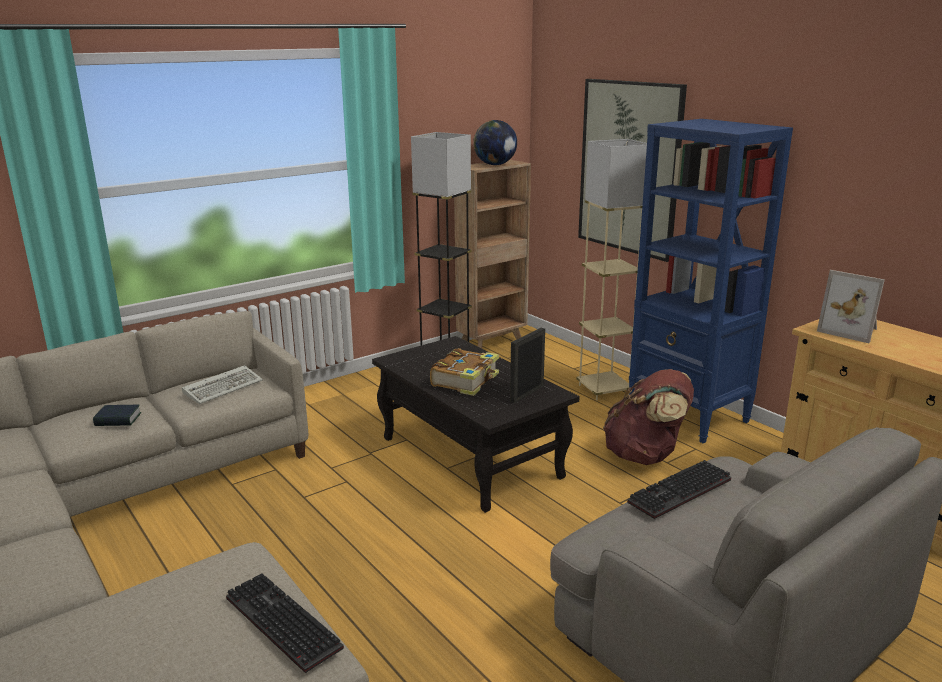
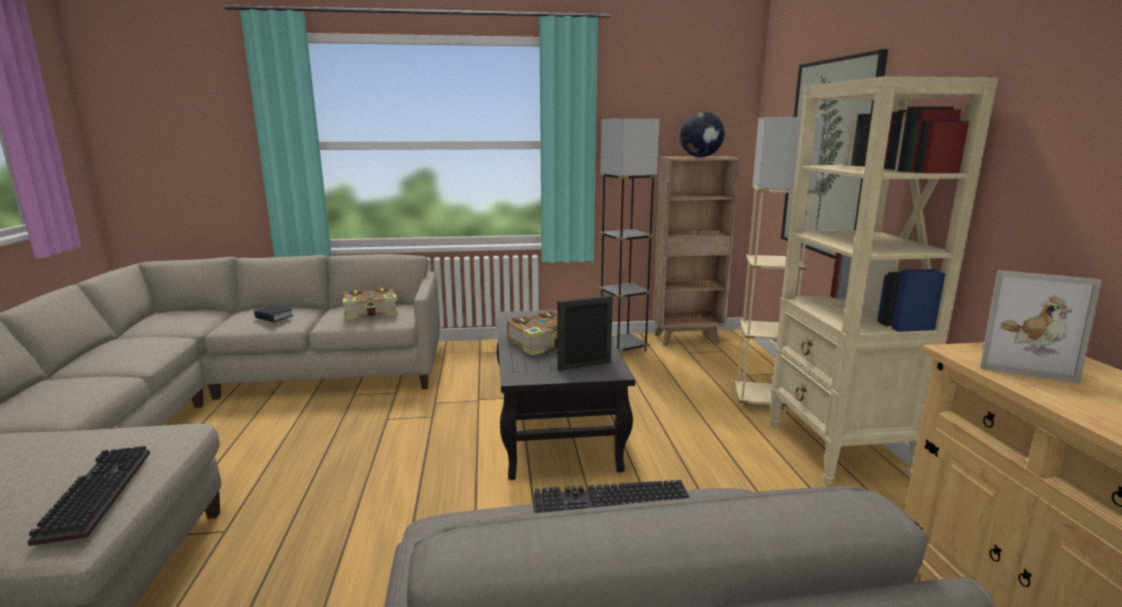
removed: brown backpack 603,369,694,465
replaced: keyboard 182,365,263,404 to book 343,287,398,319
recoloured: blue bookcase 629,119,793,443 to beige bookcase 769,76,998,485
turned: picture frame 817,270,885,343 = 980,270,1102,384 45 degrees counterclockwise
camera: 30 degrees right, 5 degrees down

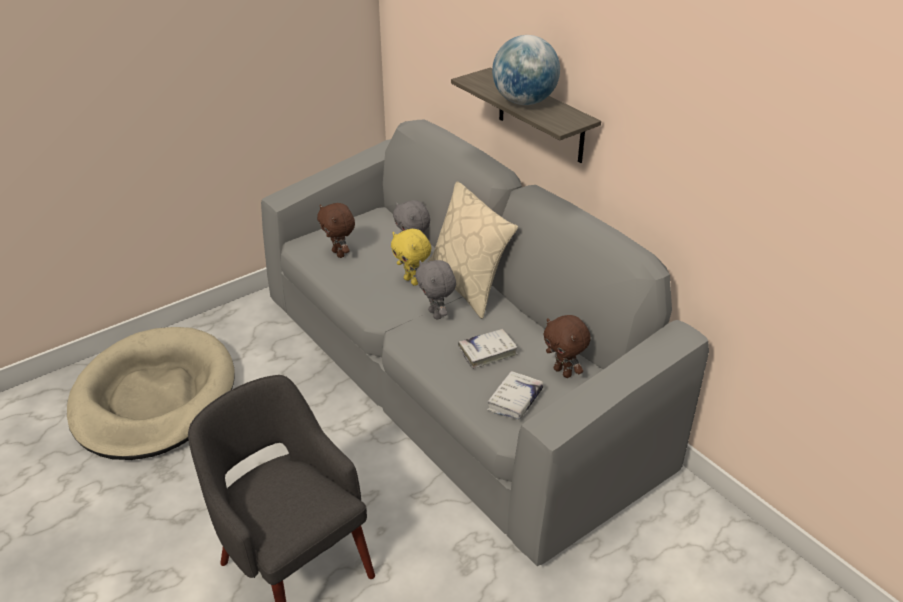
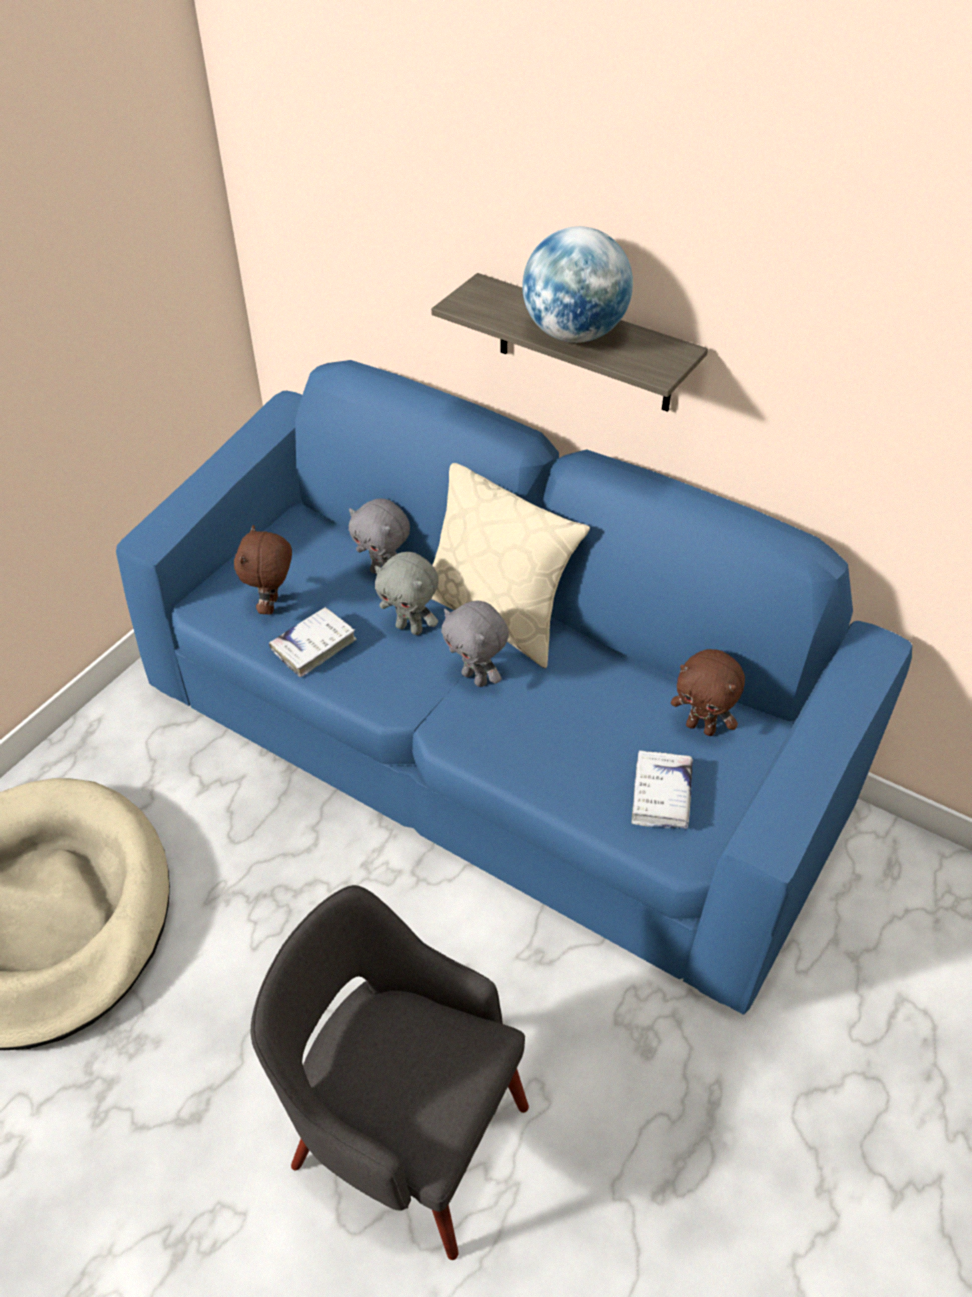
moved: white book 458,329,518,369 to 269,606,357,677
recoloured: grey sofa 261,119,709,566 to blue sofa 116,360,912,1015; yellow plush toy 391,229,431,286 to grey plush toy 375,552,438,635
turned: brown plush toy 317,203,355,258 = 234,525,292,615 60 degrees clockwise
camera: 20 degrees left, 10 degrees up

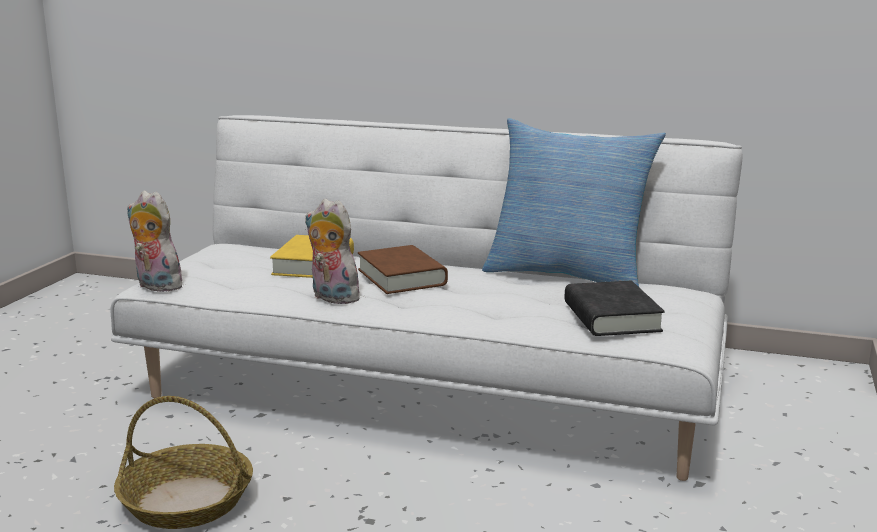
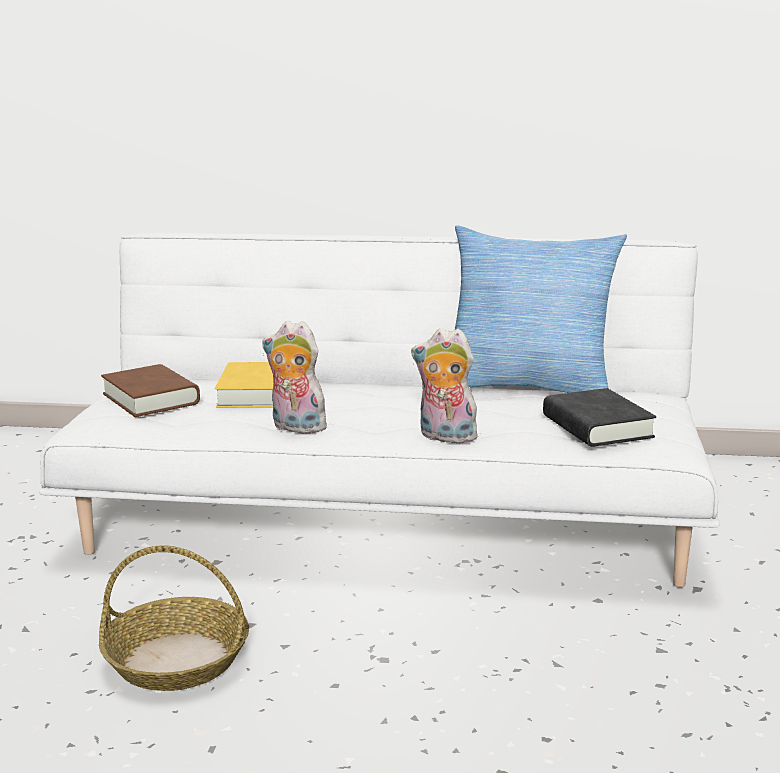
moved: plush toy 127,191,185,292 to 411,328,480,443; brown book 358,245,448,294 to 101,364,200,417
camera: 10 degrees left, 0 degrees up

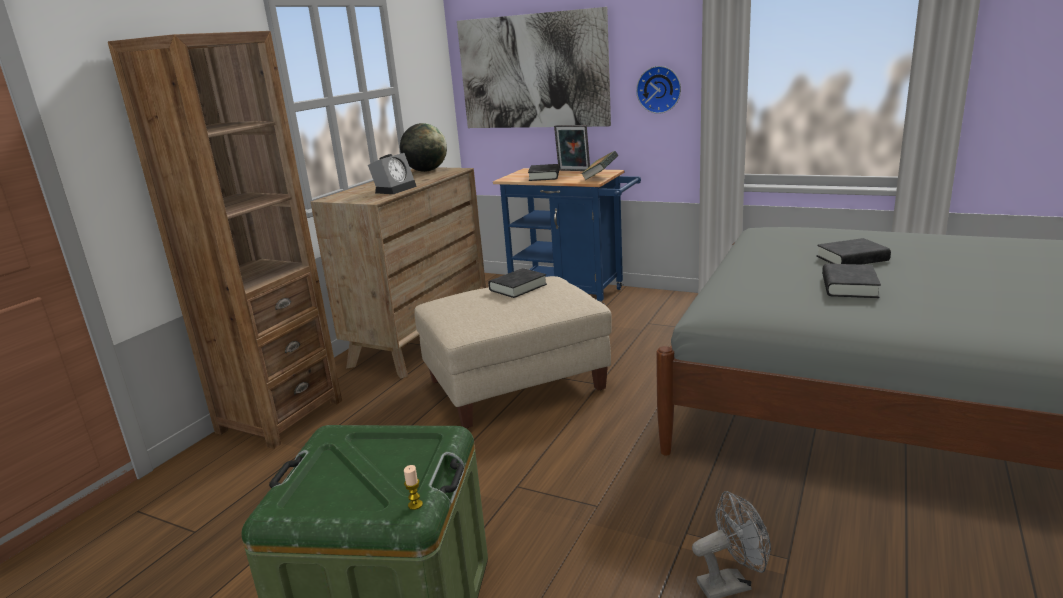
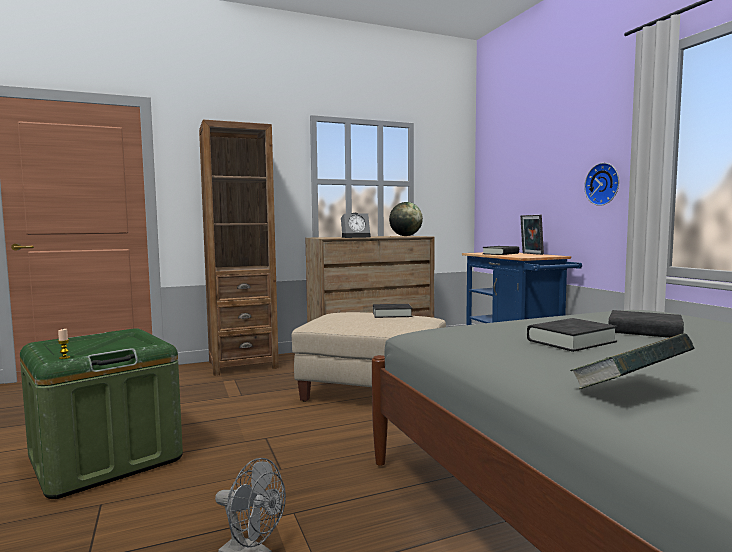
removed: picture 457,7,611,128
moved: book 581,151,618,180 to 570,333,695,389
camera: 40 degrees right, 15 degrees down

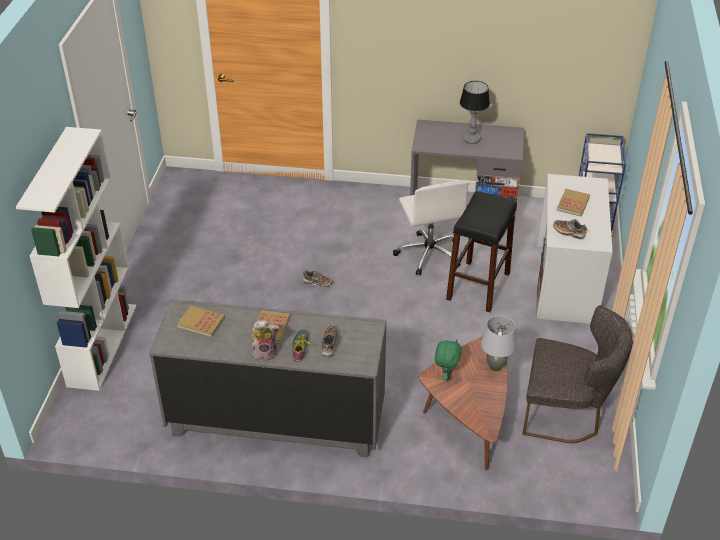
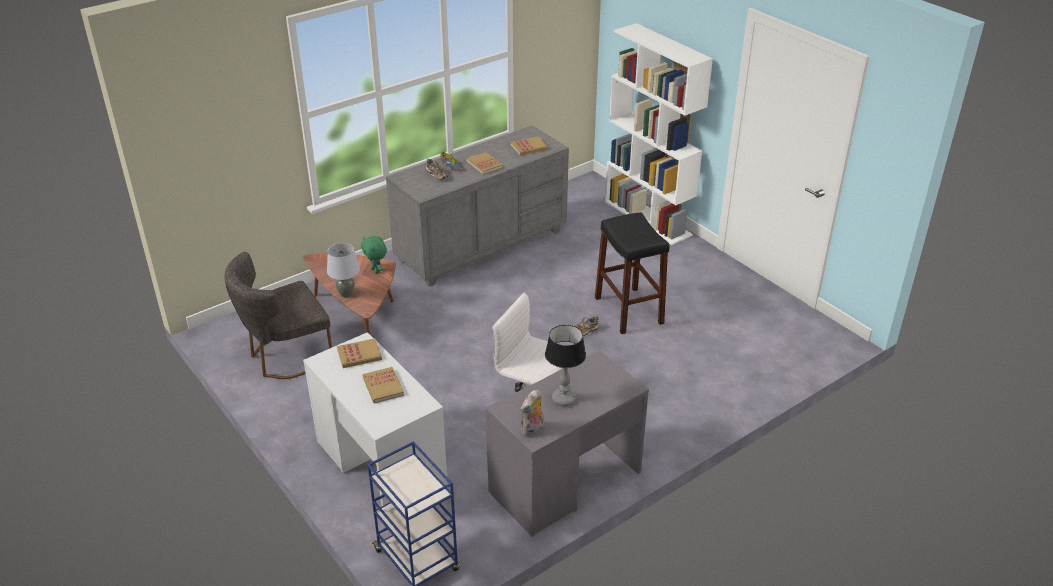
moved: plush toy 252,320,280,361 to 521,389,544,437; black stool 446,191,517,312 to 595,212,669,334
replaced: shoe 554,219,587,239 to book 337,338,382,368
camera: 135 degrees right, 5 degrees down

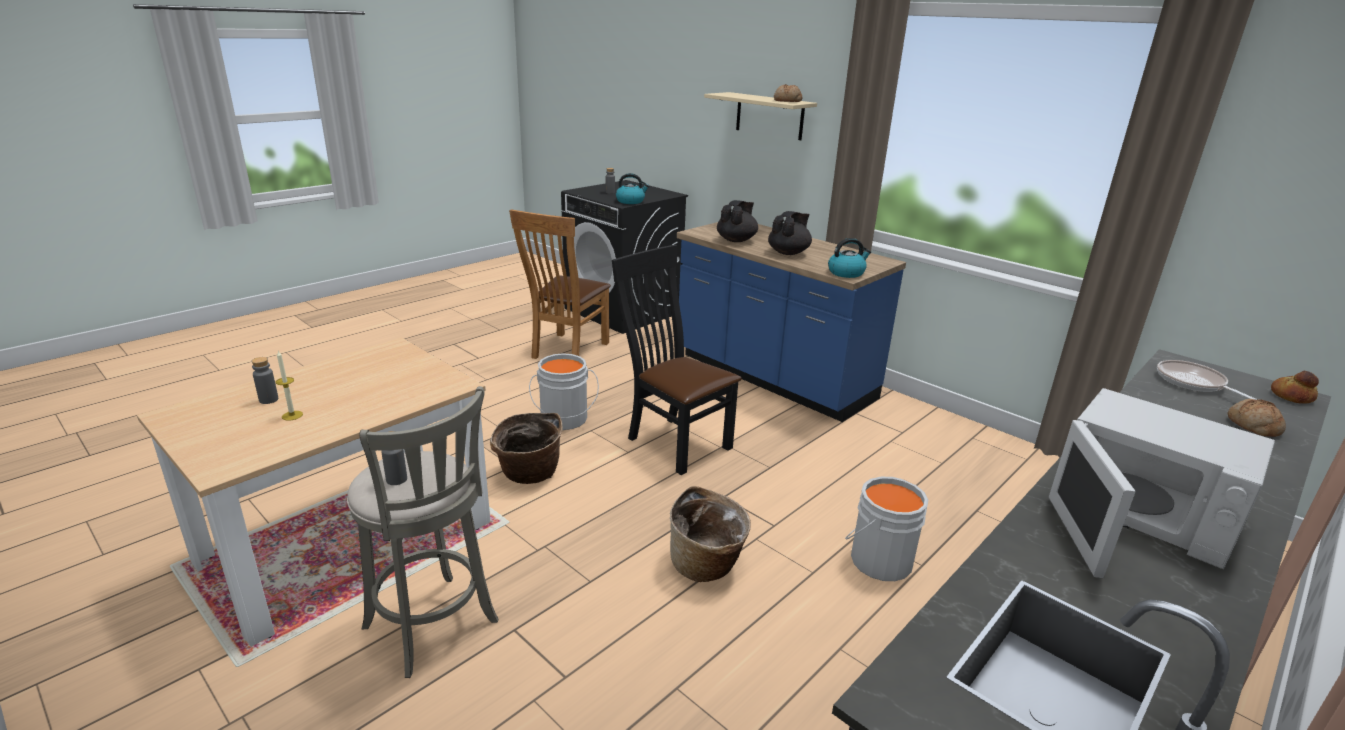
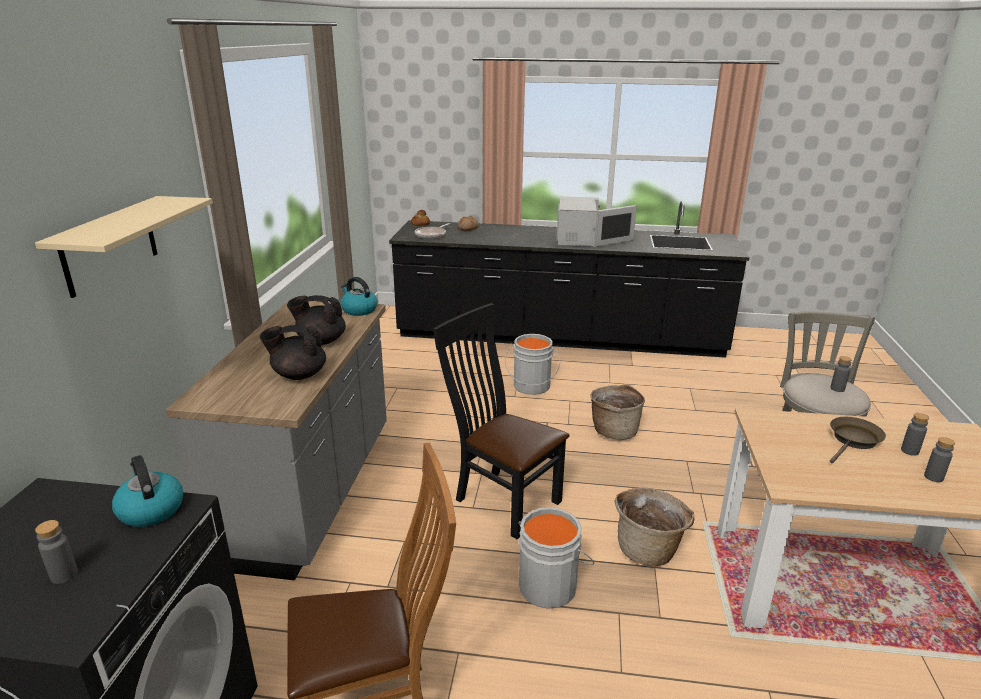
removed: bread 774,84,802,102
added: brown frying pan 830,417,886,463
replaced: candle 276,351,303,421 to grey bottle 901,413,929,456
recoloured: blue counter 677,222,906,422 to grey counter 166,299,387,580
turned: black chair 612,245,742,475 = 433,303,570,539 120 degrees clockwise
camera: 125 degrees left, 0 degrees up

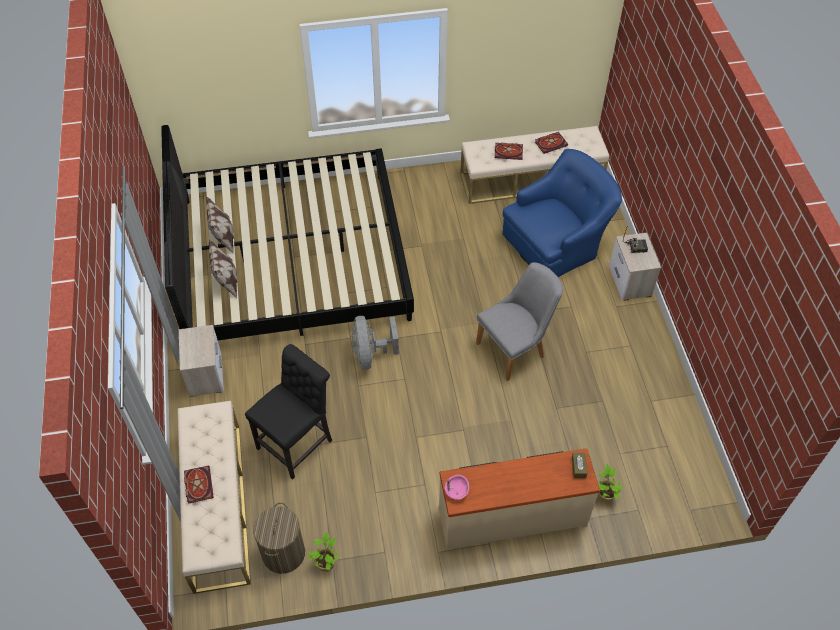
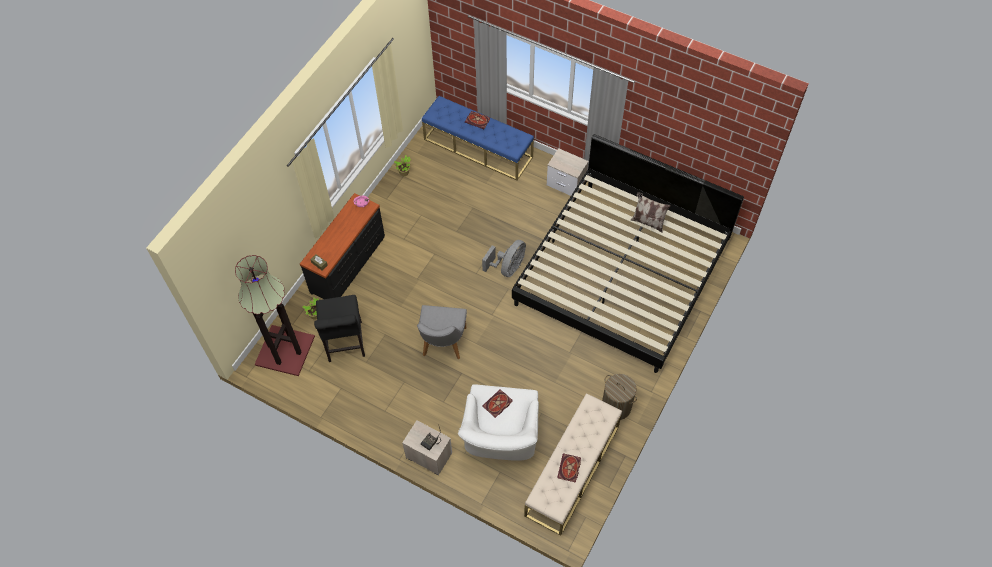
removed: pillow 209,240,237,298
added: floor lamp 235,255,315,376
moved: black chair 245,344,332,480 to 314,295,365,362; laundry basket 253,502,305,574 to 602,374,637,420; book 495,143,523,160 to 483,389,513,418
recoloured: beige bench 178,401,251,594 to blue bench 422,96,534,180; beige dresser 439,448,600,550 to black dresser 300,193,385,299; blue armchair 502,149,622,277 to white armchair 458,384,539,461
turned: grey fan 351,316,399,370 = 482,240,526,277 90 degrees clockwise
camera: 130 degrees right, 5 degrees up

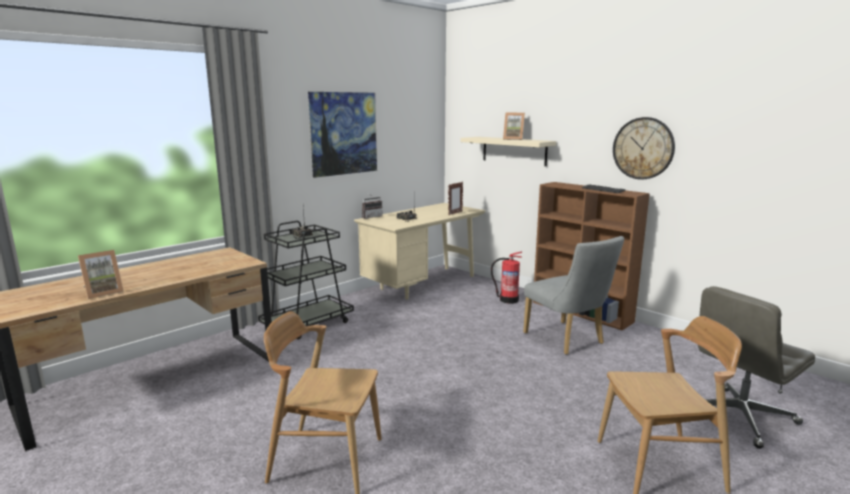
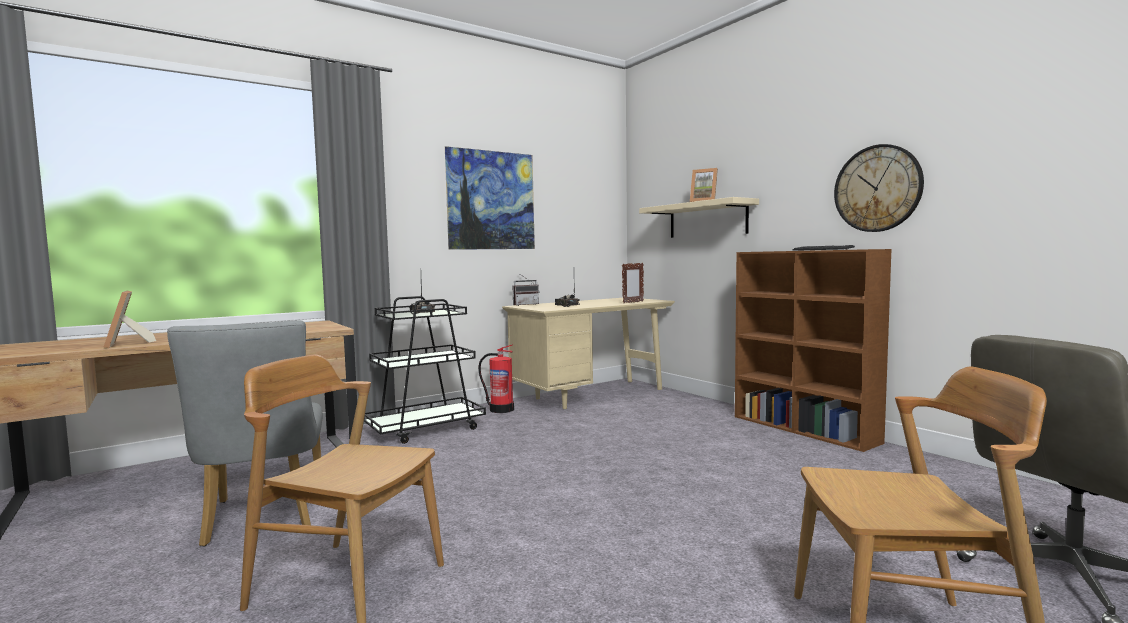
moved: fire extinguisher 491,251,522,304 to 478,344,514,413; grey chair 523,236,624,355 to 167,320,322,547
turned: picture frame 78,250,124,299 = 104,291,156,348 90 degrees clockwise
camera: 10 degrees right, 10 degrees down

